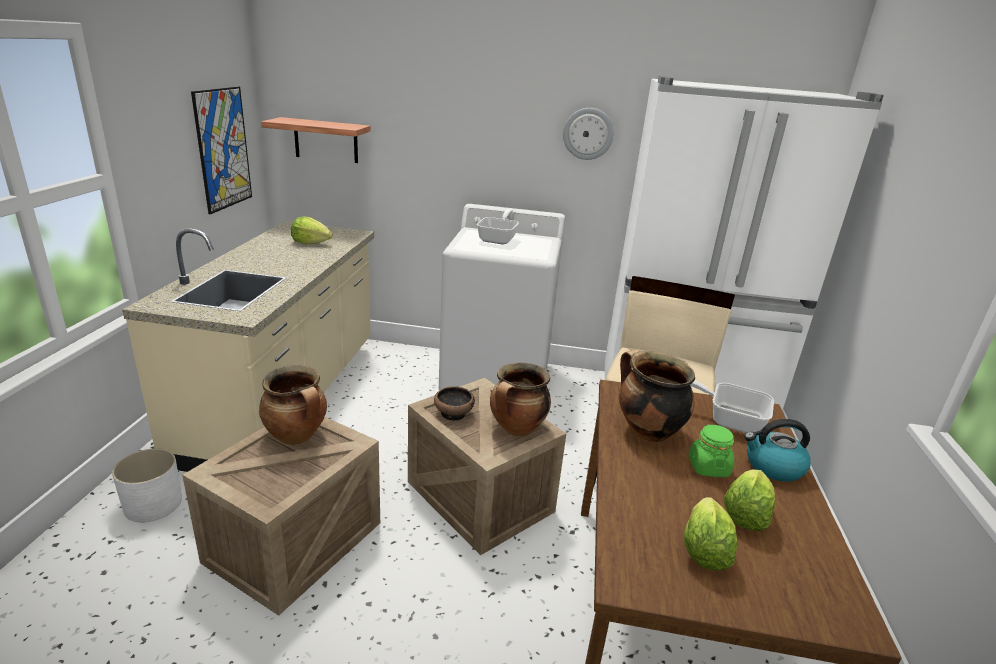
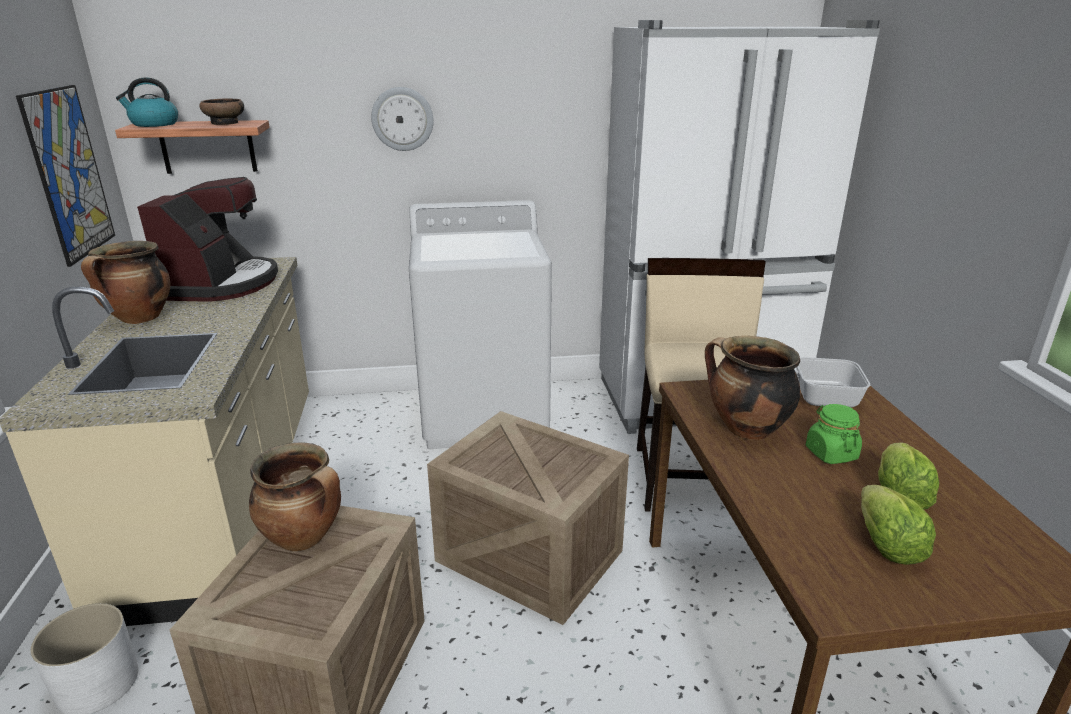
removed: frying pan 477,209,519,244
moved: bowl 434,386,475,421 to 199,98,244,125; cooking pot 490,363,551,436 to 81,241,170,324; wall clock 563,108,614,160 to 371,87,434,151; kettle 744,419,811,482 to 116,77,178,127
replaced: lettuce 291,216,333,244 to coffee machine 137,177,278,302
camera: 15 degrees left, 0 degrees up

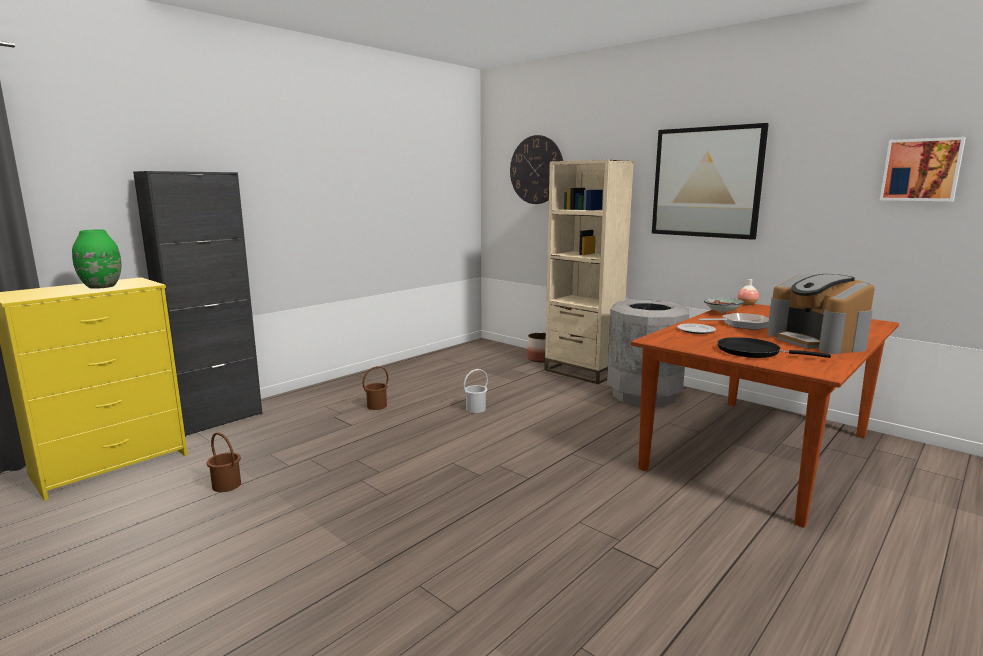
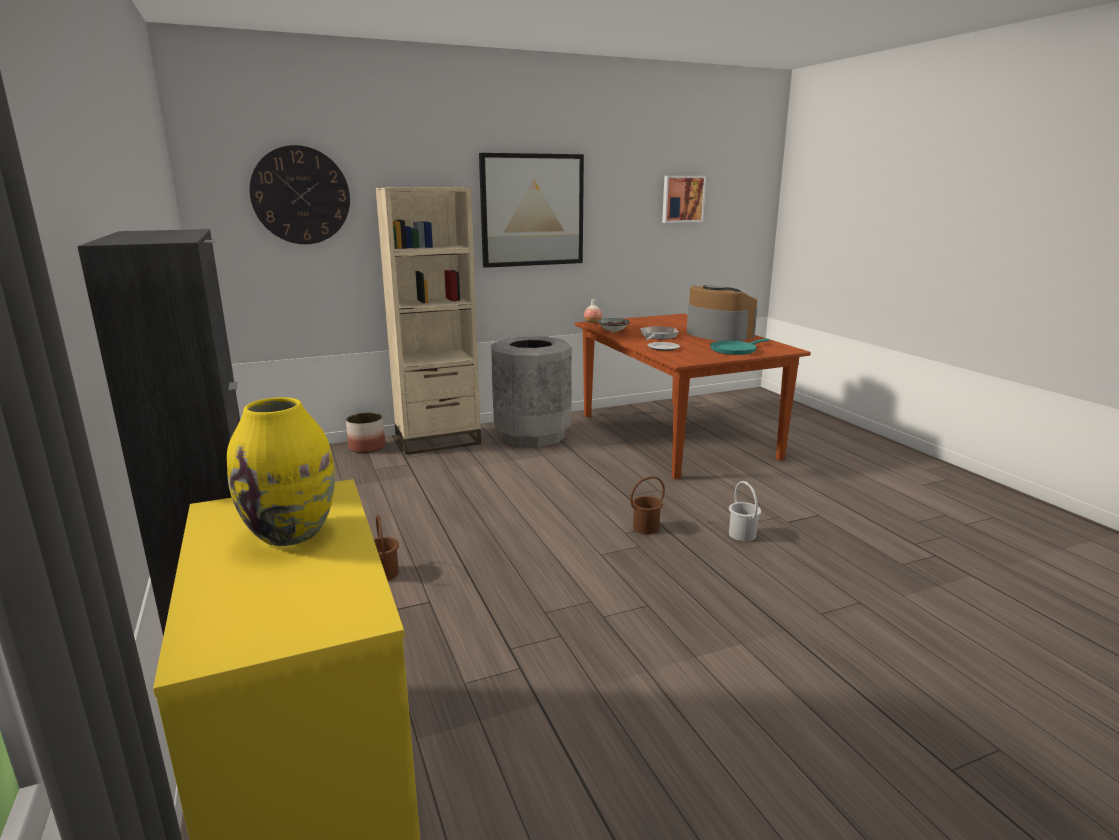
moved: brown bucket 206,432,241,492 to 630,476,665,534; white bucket 463,369,488,413 to 729,481,761,541
recoloured: green vase 72,229,122,289 to yellow vase 227,397,335,546; black frying pan 717,337,831,358 to turquoise frying pan 710,338,769,355
turned: coffee machine 767,274,875,354 = 687,285,757,341 135 degrees counterclockwise
camera: 65 degrees left, 5 degrees up

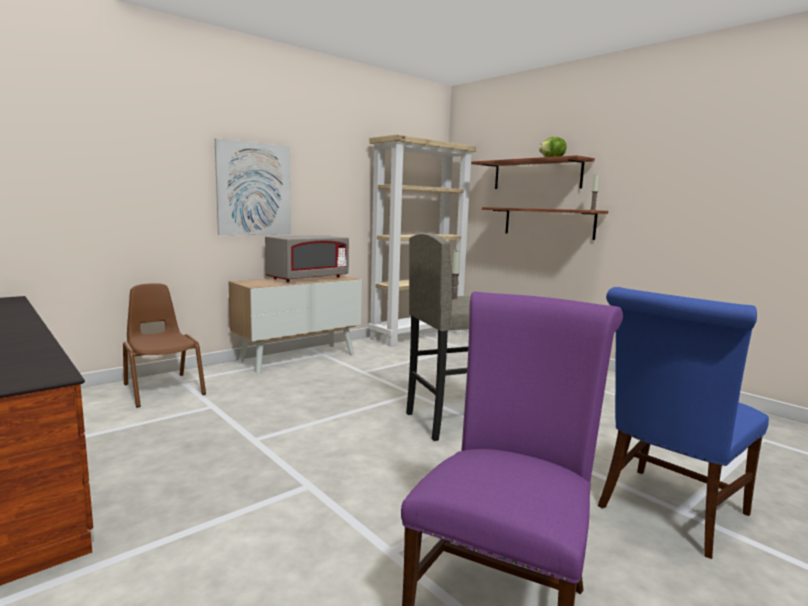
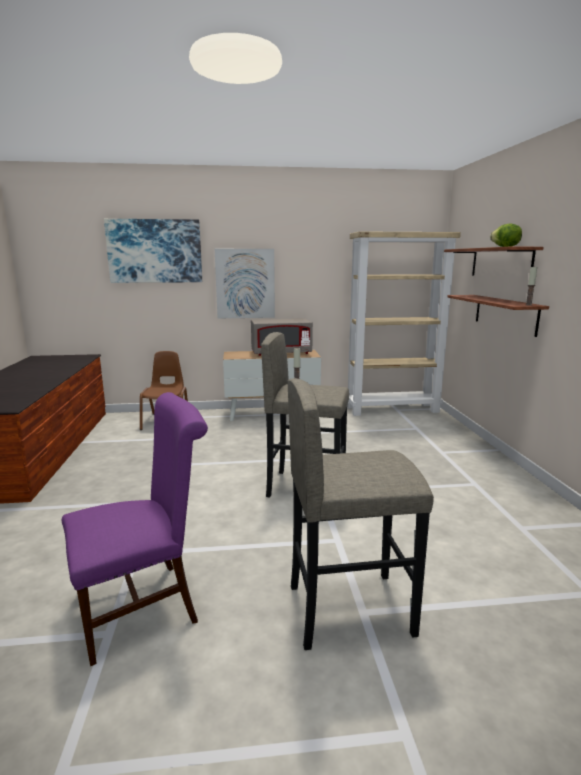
added: picture 104,219,202,283
replaced: blue chair 598,287,769,559 to grey stool 287,378,434,650
camera: 35 degrees right, 5 degrees up

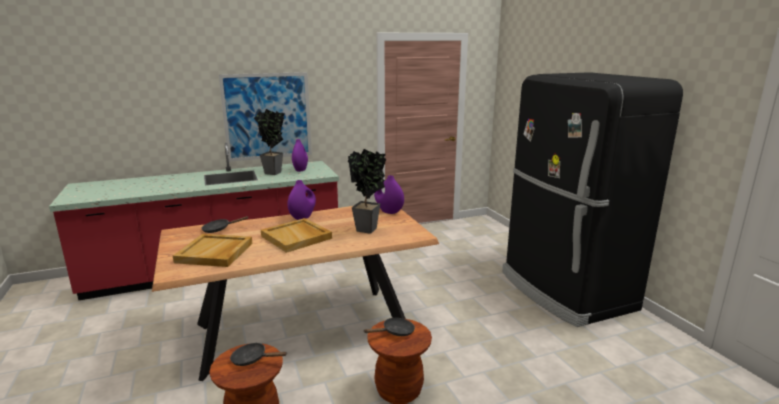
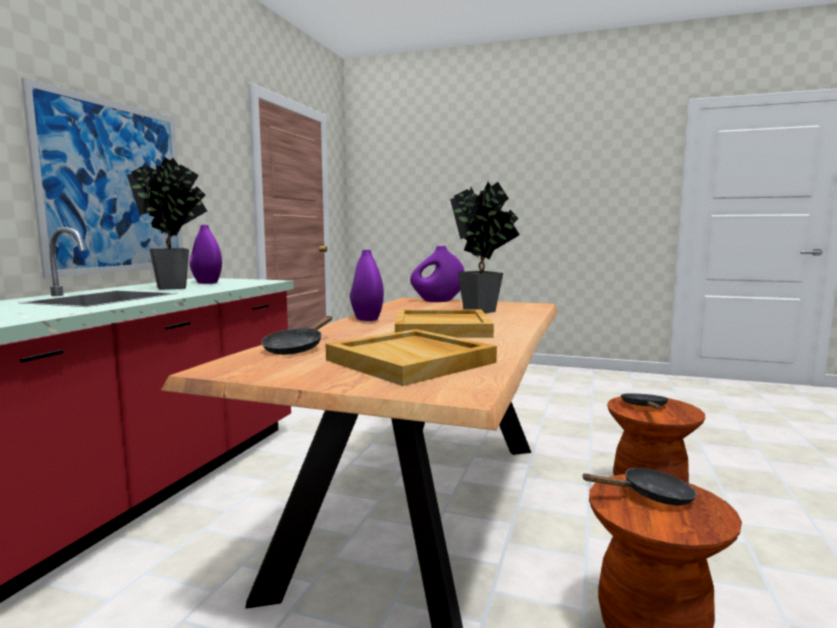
removed: black fridge 502,72,683,327
turned: black frying pan 230,343,287,366 = 582,468,697,506 150 degrees counterclockwise
camera: 50 degrees left, 10 degrees down

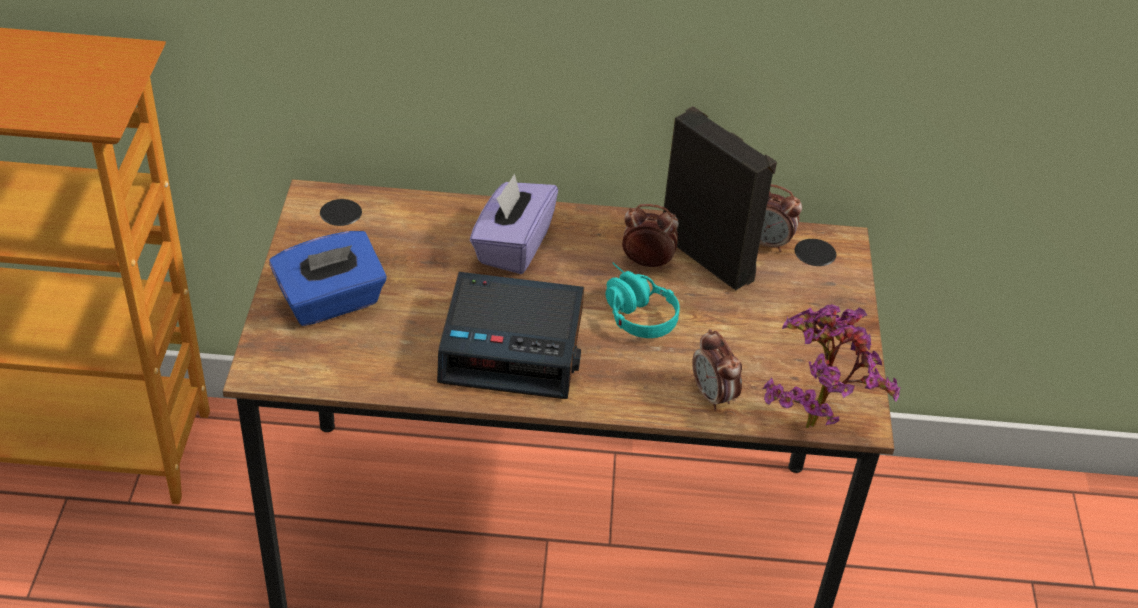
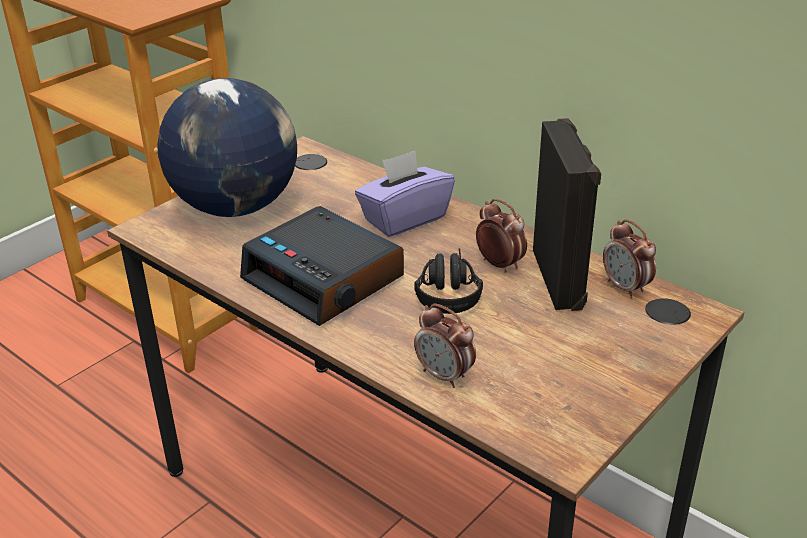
removed: potted plant 763,304,900,428
replaced: blue tissue box 269,231,387,326 to globe 157,78,297,217
recoloured: turquoise headphones 605,263,680,338 to black headphones 414,248,483,314
turned: alarm clock 692,329,742,411 = 414,303,476,388 60 degrees counterclockwise
camera: 40 degrees right, 10 degrees down

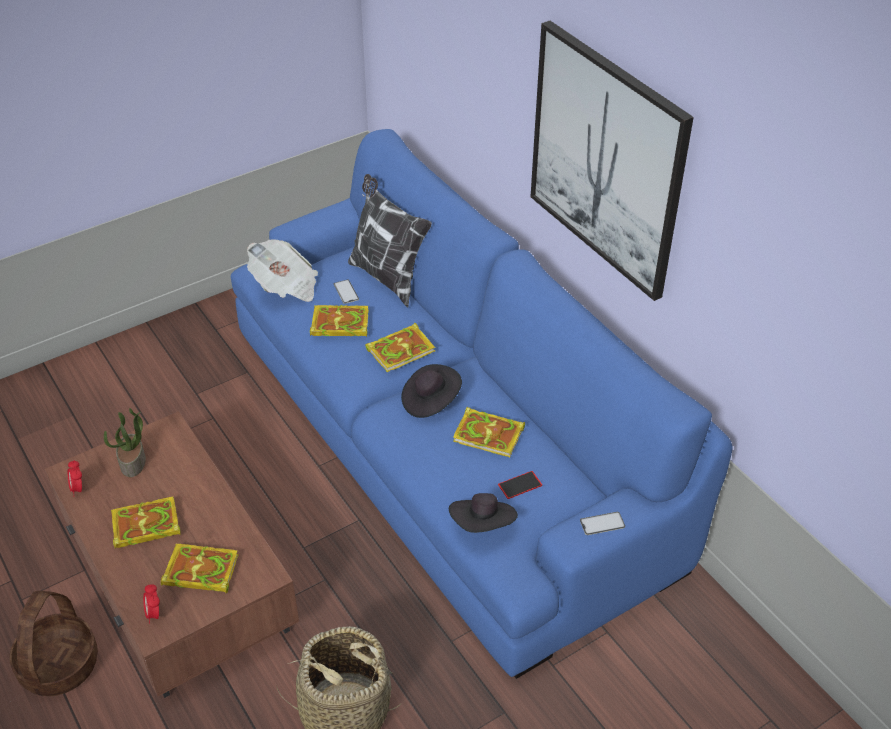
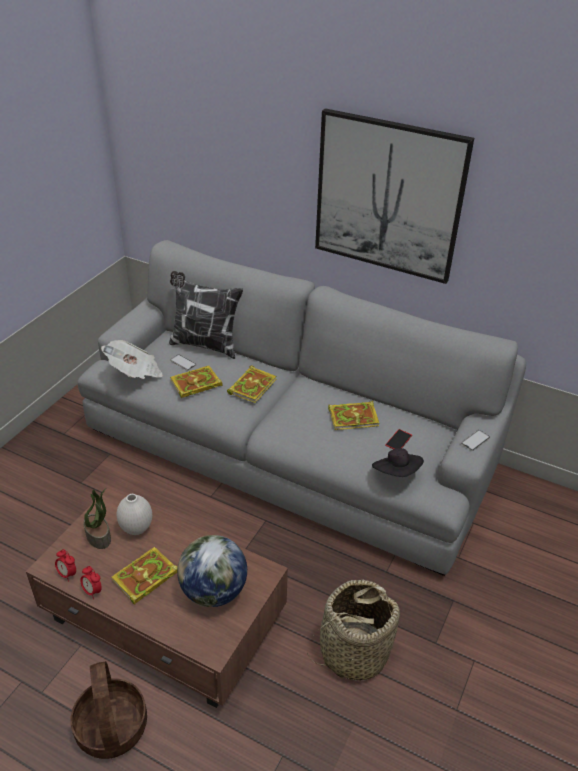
removed: black hat 401,364,462,418
added: white vase 117,494,152,535
moved: alarm clock 143,584,160,624 to 80,566,102,599
replaced: book 161,544,238,593 to globe 177,535,247,607
recoloured: blue sofa 231,129,733,679 to grey sofa 78,240,526,576
camera: 30 degrees left, 5 degrees down

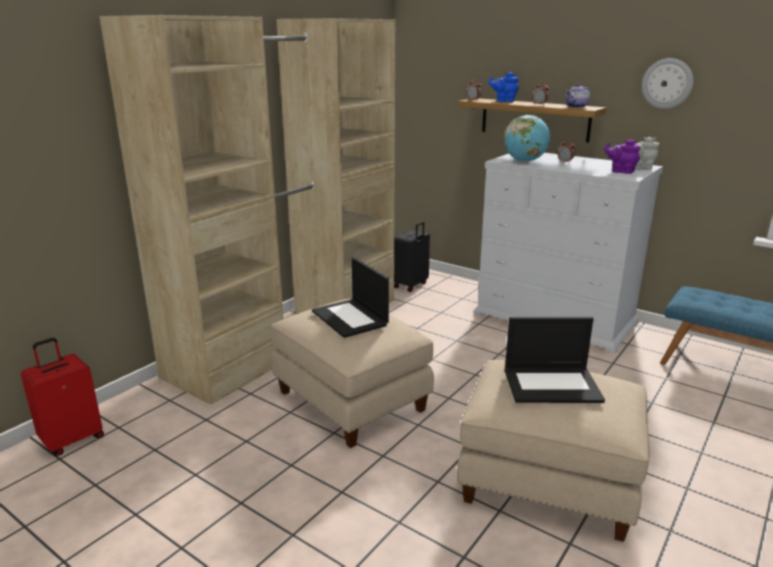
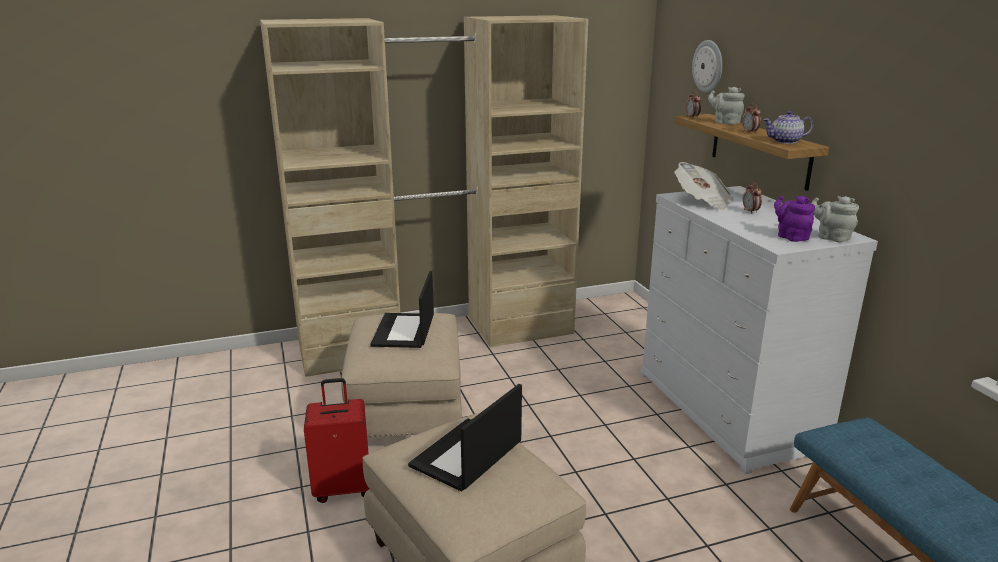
removed: black suitcase 394,221,430,292
moved: red suitcase 21,338,104,456 to 304,378,369,503; wall clock 642,58,694,109 to 692,40,722,93
replaced: globe 504,115,550,162 to newspaper 674,162,734,210
recoloured: blue teapot 489,72,519,102 to grey teapot 708,87,745,125
turned: laptop 505,317,605,403 = 408,384,522,491 90 degrees clockwise
camera: 35 degrees right, 0 degrees up

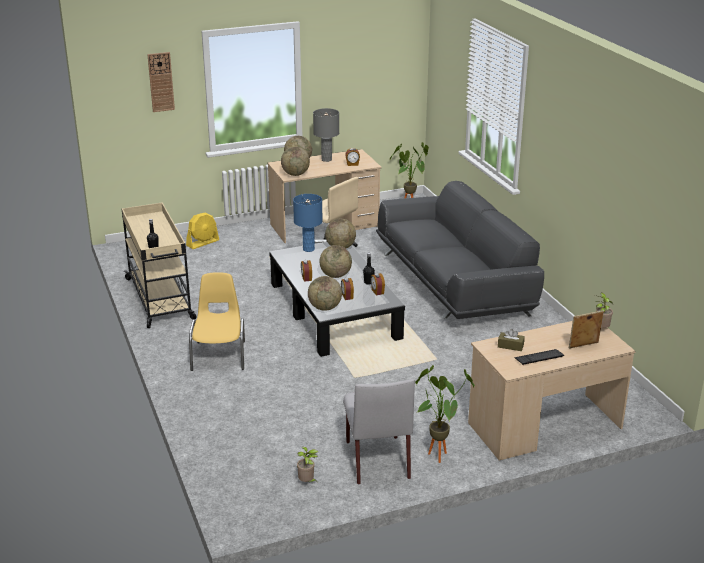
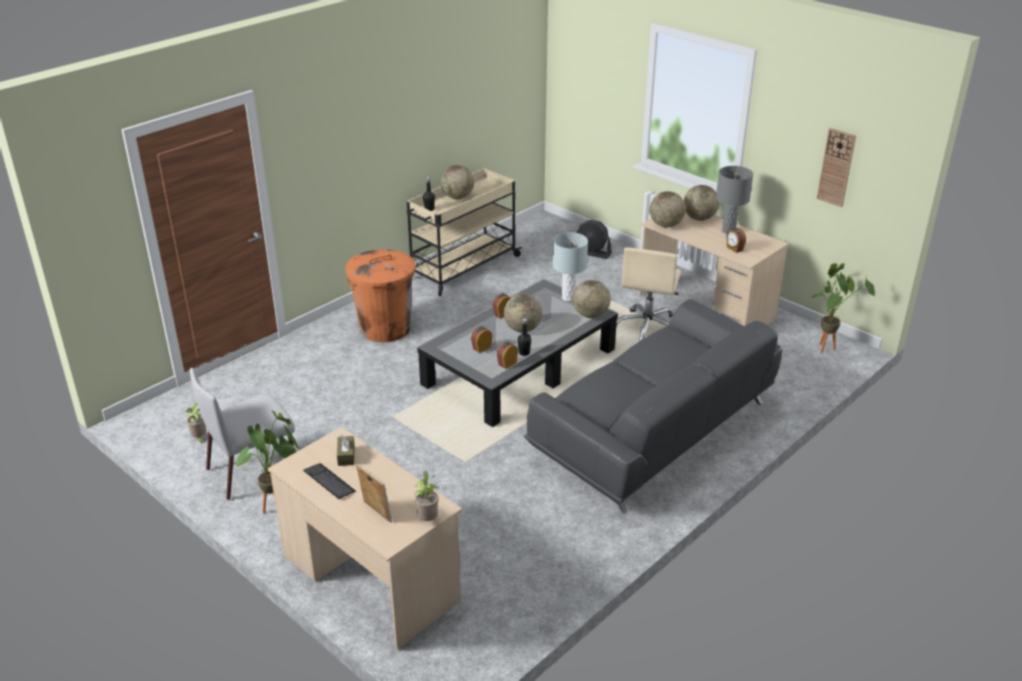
moved: wall clock 147,52,175,112 to 817,128,856,207; globe 308,276,342,311 to 440,165,474,199
replaced: yellow chair 189,272,245,371 to orange trash can 345,249,416,342
recoloured: yellow fan 186,213,219,249 to black fan 576,220,612,259; blue table lamp 293,194,322,252 to grey table lamp 553,232,588,301
camera: 65 degrees right, 5 degrees up

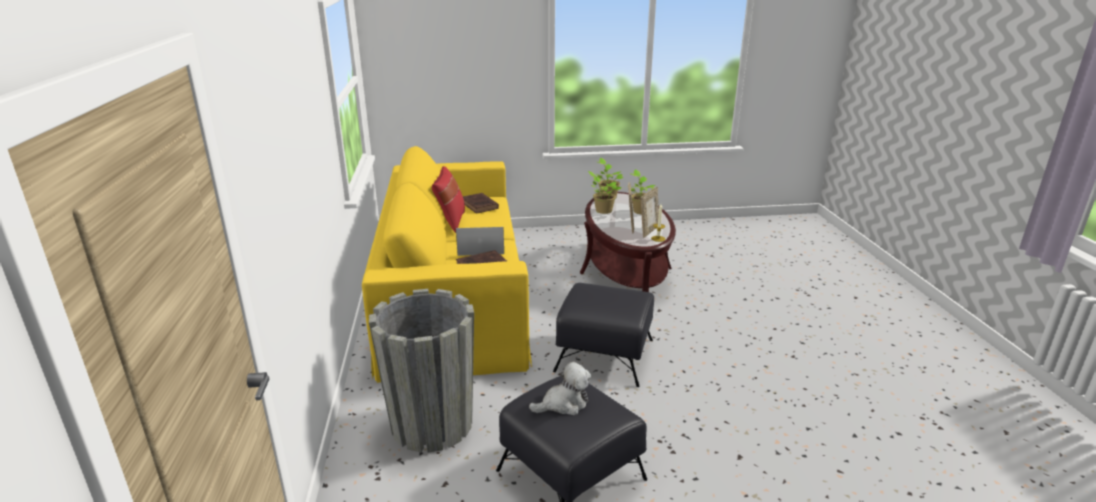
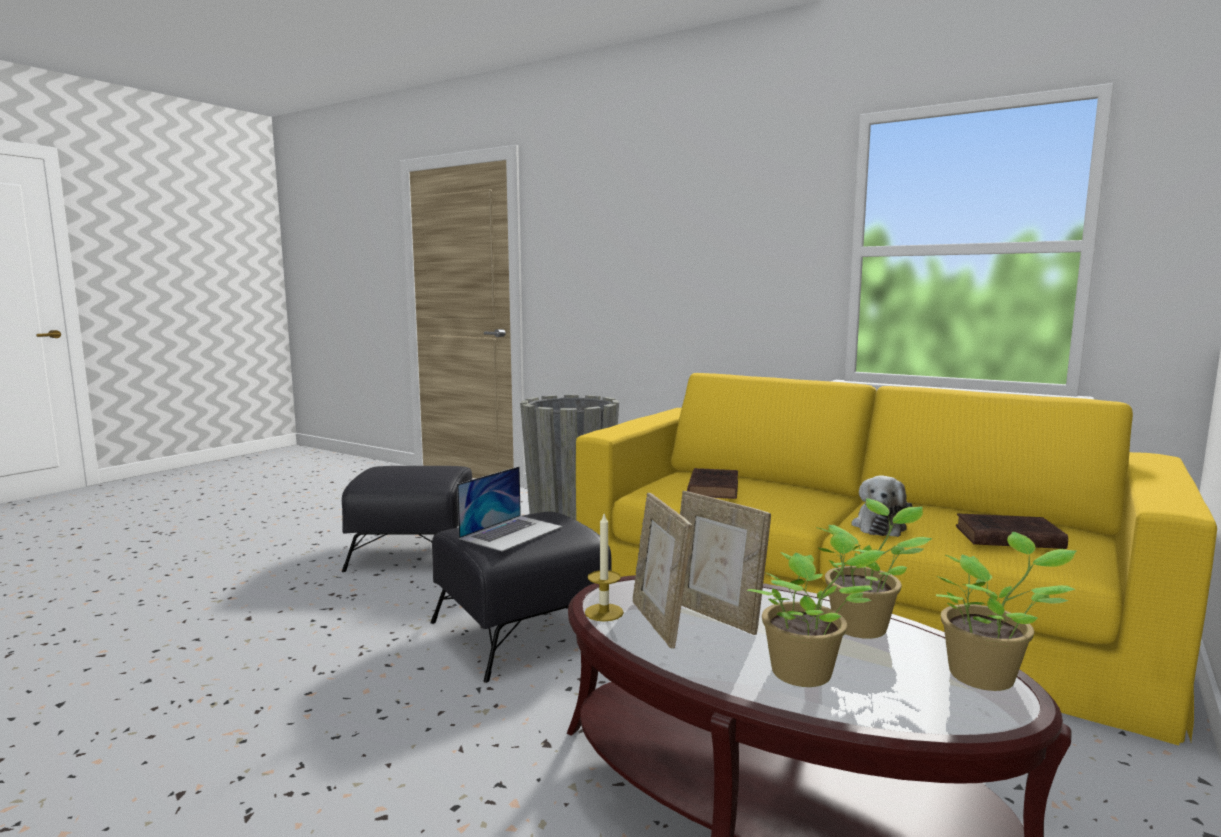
removed: red pillow 432,166,465,233
moved: laptop 456,227,504,256 to 457,466,562,552; plush toy 529,362,591,415 to 851,475,913,537
camera: 130 degrees right, 15 degrees down

